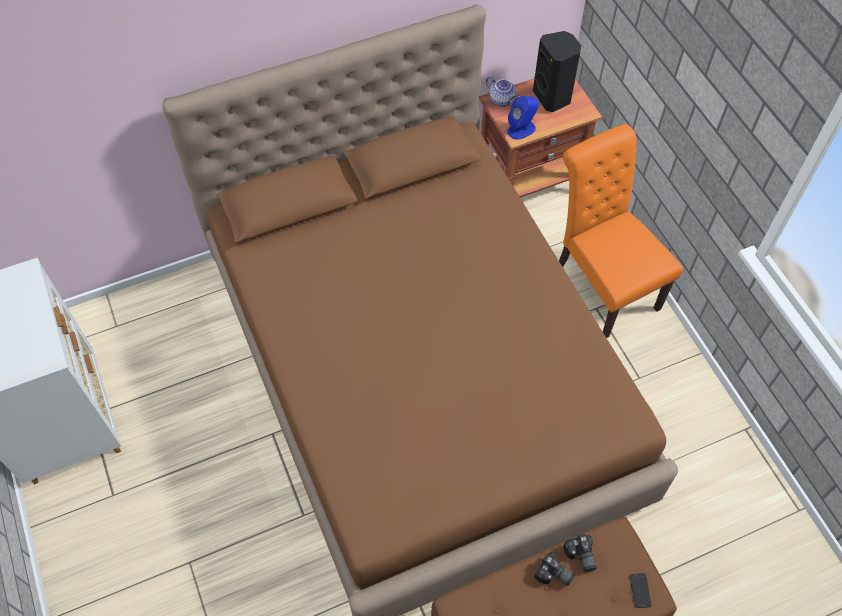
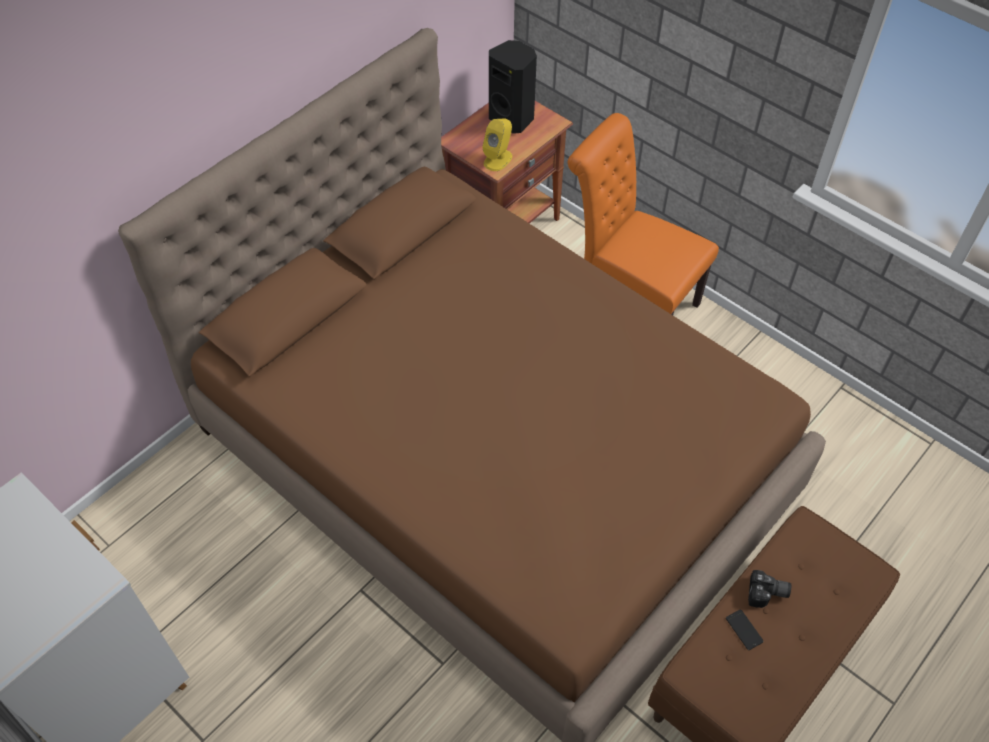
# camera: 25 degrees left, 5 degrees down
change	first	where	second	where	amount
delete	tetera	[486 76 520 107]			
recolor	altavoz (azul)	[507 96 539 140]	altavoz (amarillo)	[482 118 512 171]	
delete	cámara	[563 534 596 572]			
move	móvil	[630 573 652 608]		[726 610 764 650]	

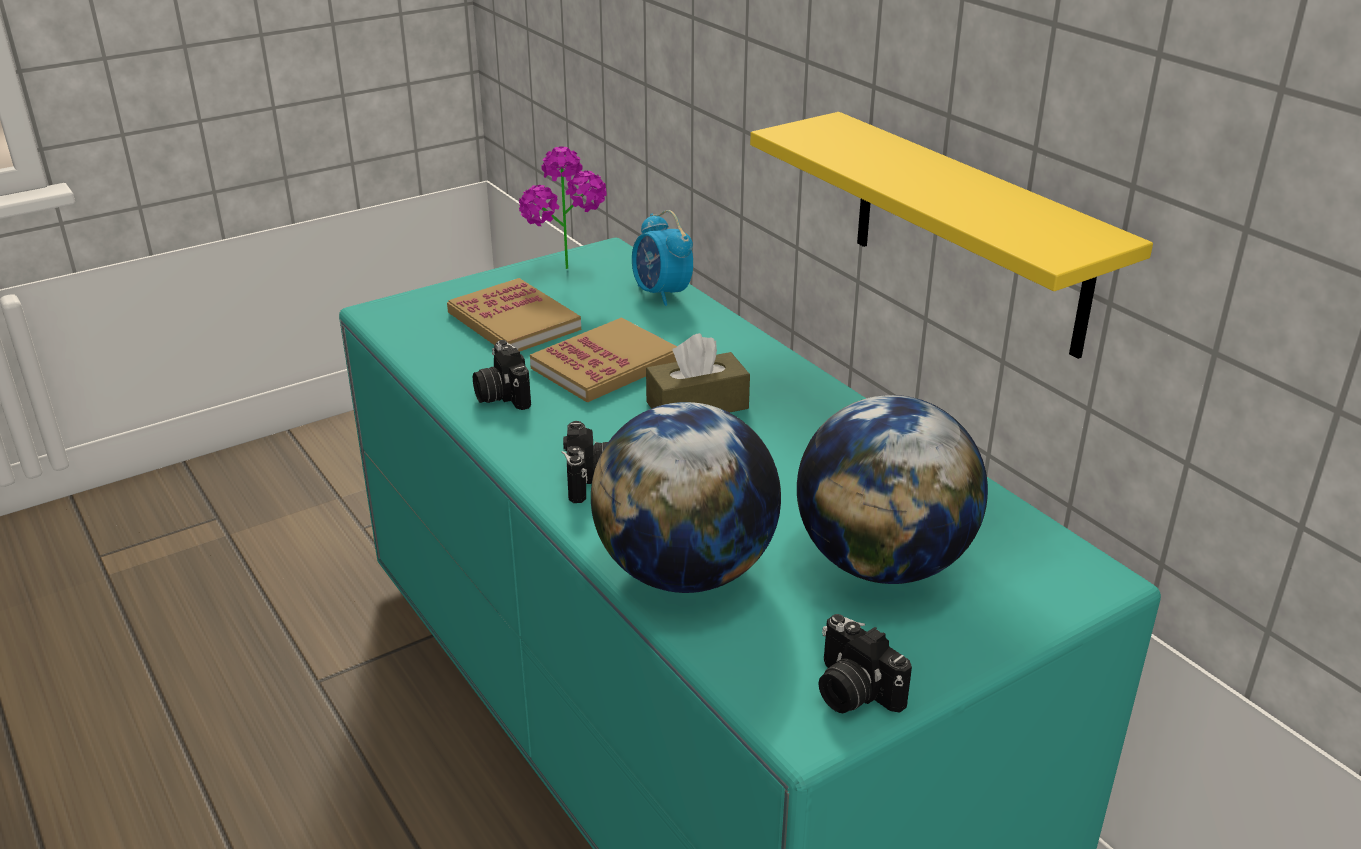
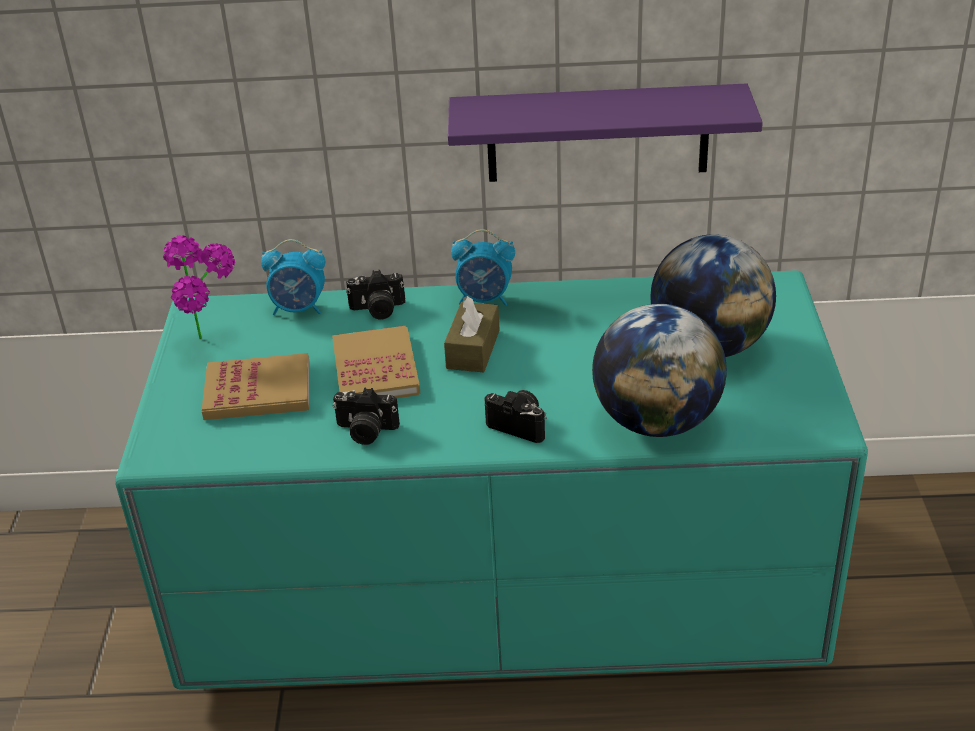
# camera: 55 degrees left, 5 degrees up
change	first	where	second	where	amount
recolor	estante (amarillo)	[750 112 1153 359]	estante (morado)	[448 84 763 182]	
move	cámara	[818 614 912 713]		[346 270 405 319]	
insert			despertador	[451 229 515 305]	

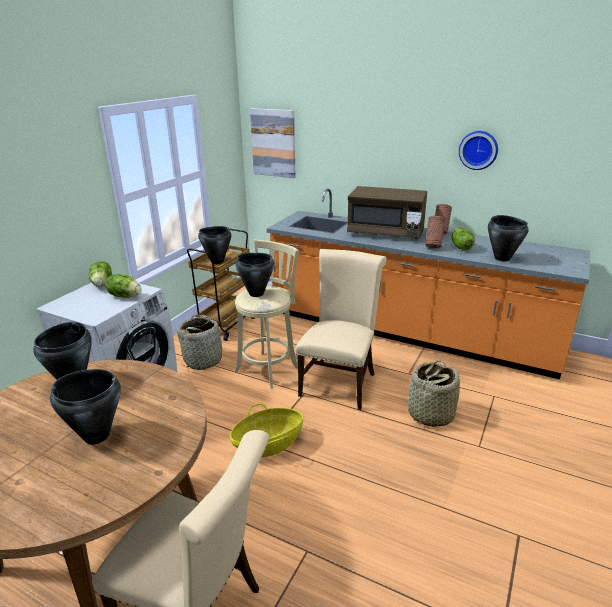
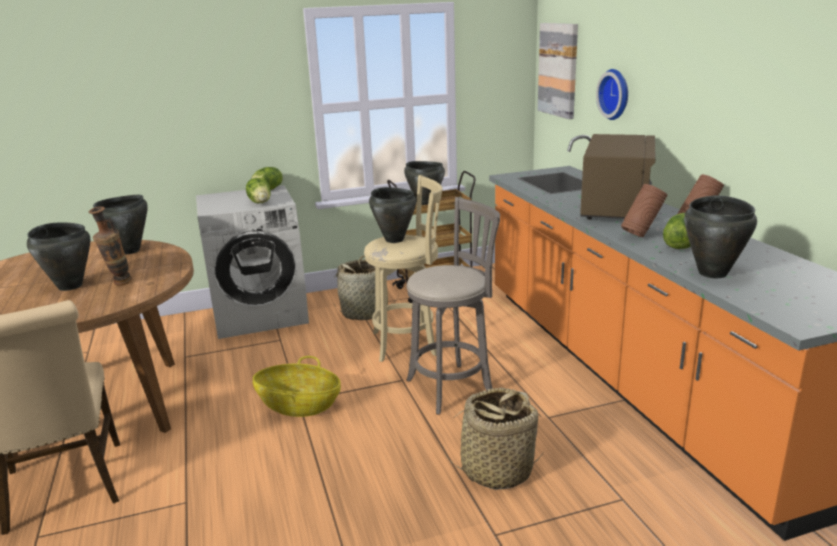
# camera: 45 degrees right, 5 degrees down
change	first	where	second	where	amount
replace	silla (beis)	[296 249 387 410]	taburete (gris)	[406 197 500 415]	
rotate	microondas (marrón)	[347 186 427 239]		[580 134 656 220]	135 degrees counterclockwise
move	reloj de pared	[459 131 498 170]		[596 69 628 120]	
insert			florero	[89 206 132 286]	

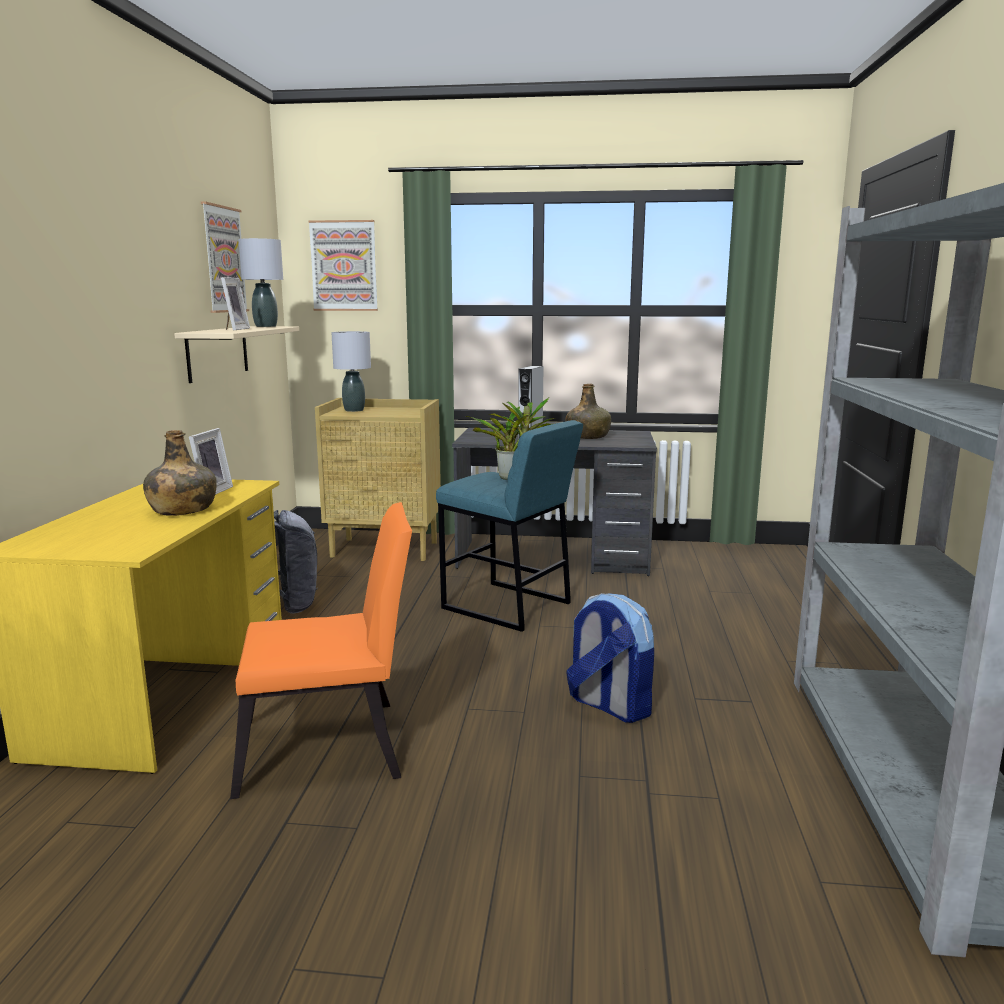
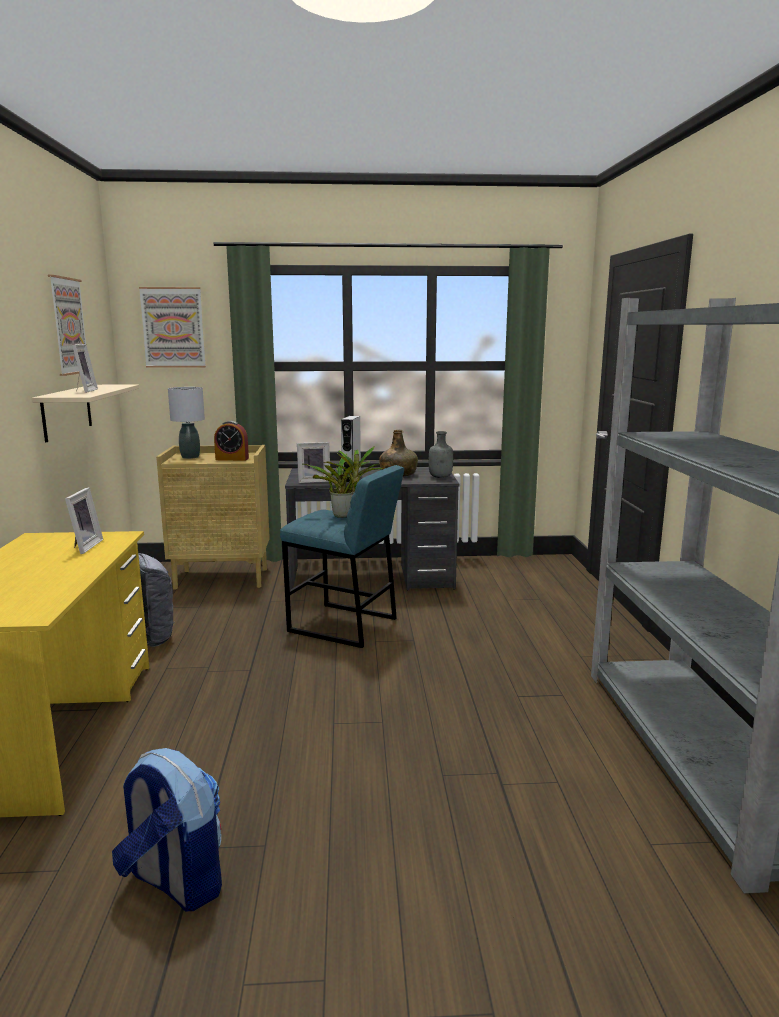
# camera: 10 degrees left, 0 degrees up
change	first	where	second	where	amount
delete	botella (verde)	[143 430 217 516]			
delete	silla (naranja)	[230 502 412 799]			
delete	lámpara de mesa (gris)	[238 238 283 327]			
move	mochila	[566 593 654 723]		[112 748 222 911]	
insert			despertador	[214 421 249 461]	
insert			portarretratos	[297 442 331 483]	
insert			botella (gris)	[429 431 453 478]	

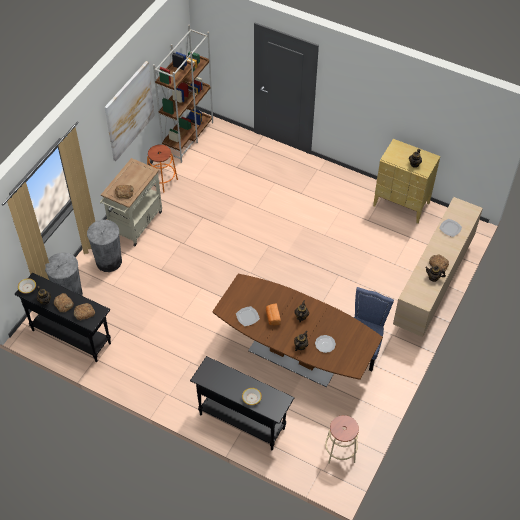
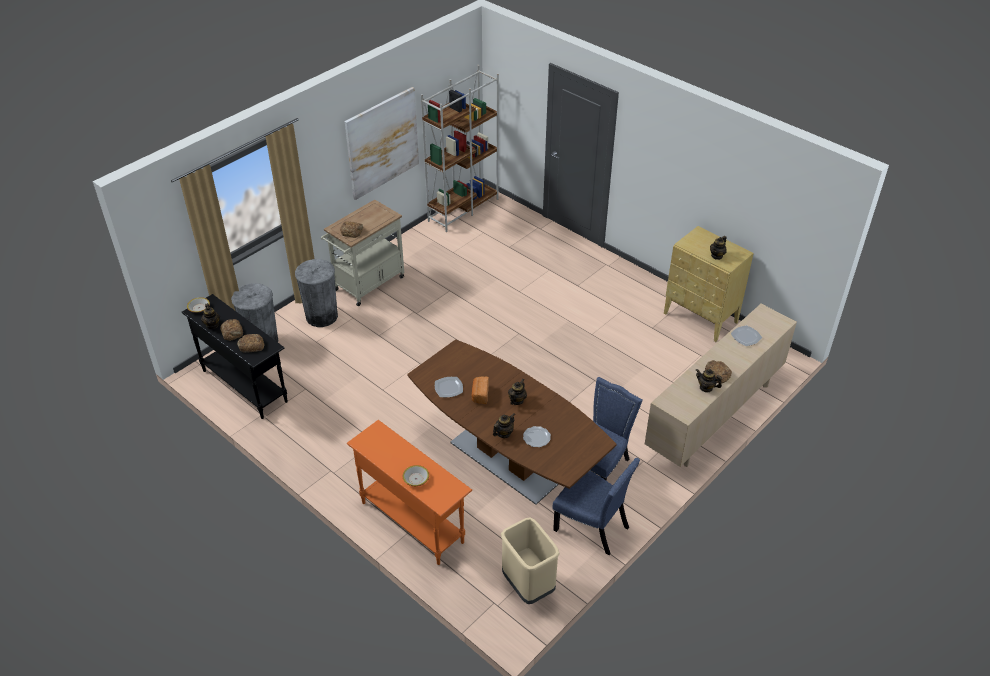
# camera: 15 degrees right, 10 degrees down
change	first	where	second	where	amount
delete	taburete (naranja)	[147 144 178 192]			
recolor	mesa consola (negro)	[190 356 294 450]	mesa consola (naranja)	[347 420 472 565]	
replace	taburete (beis)	[325 415 359 464]	papelera (beis)	[501 517 560 604]	
insert			silla (azul)	[552 458 640 555]	

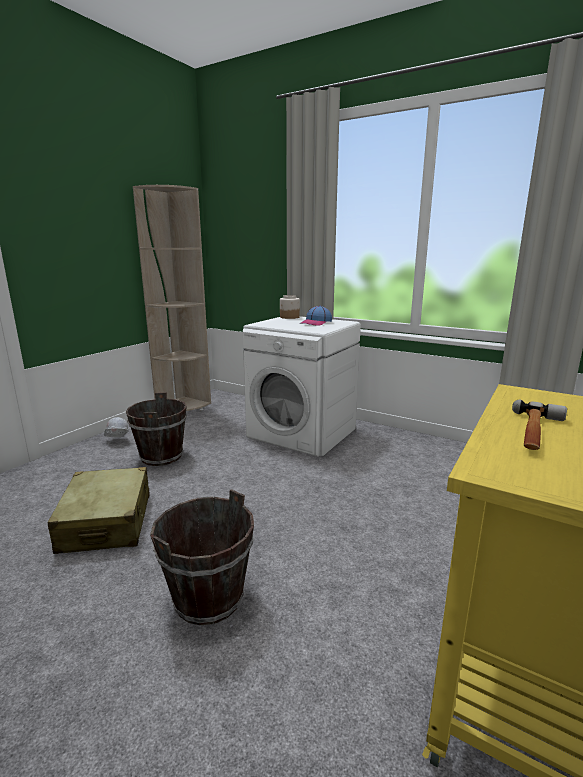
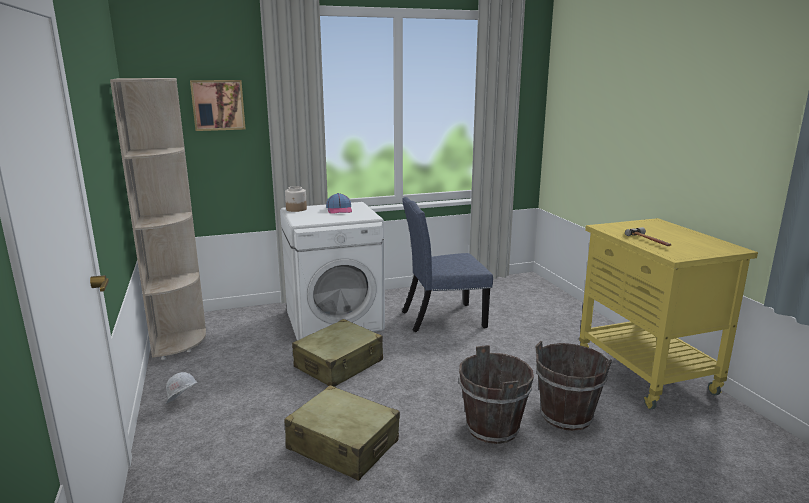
# camera: 50 degrees left, 0 degrees up
change	first	where	second	where	amount
move	cubo (marrón)	[126 392 187 466]		[535 341 612 431]	
insert			cuadro	[190 80 246 131]	
insert			maleta (beis)	[292 319 383 387]	
insert			silla (azul)	[402 197 493 332]	

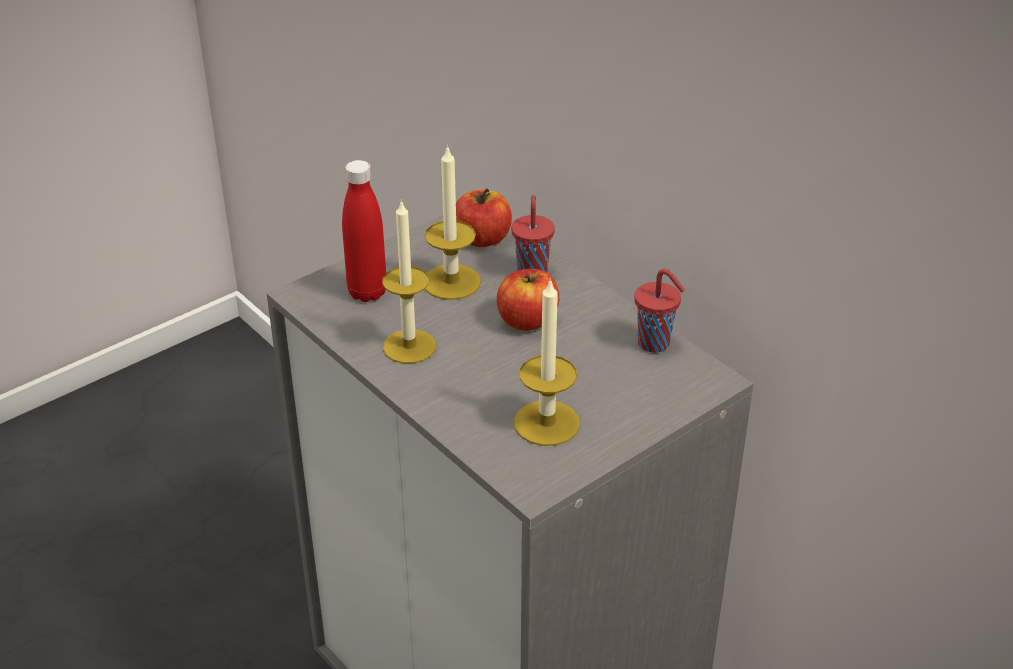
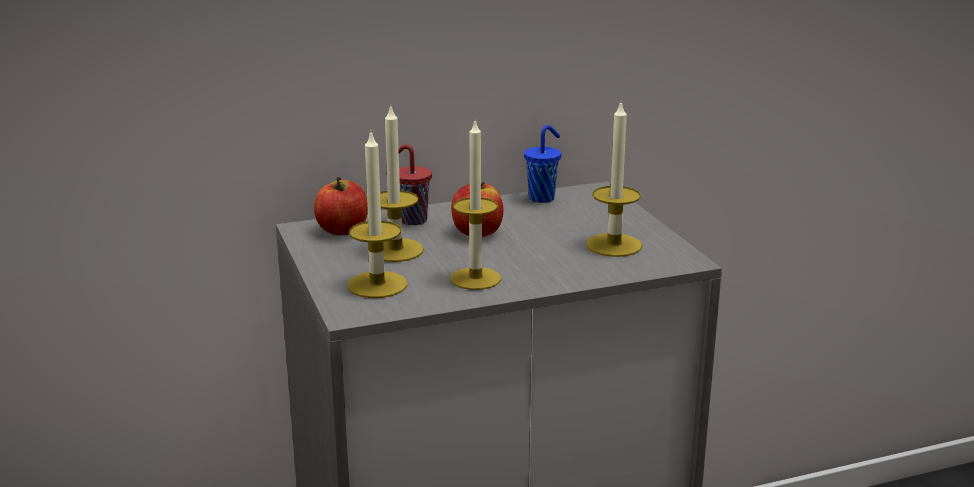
# camera: 70 degrees left, 15 degrees down
change	first	where	second	where	amount
replace	botella (rojo)	[342 160 386 302]	vela	[347 129 407 298]	
recolor	taza (rojo)	[635 269 685 353]	taza (azul)	[524 125 561 203]	

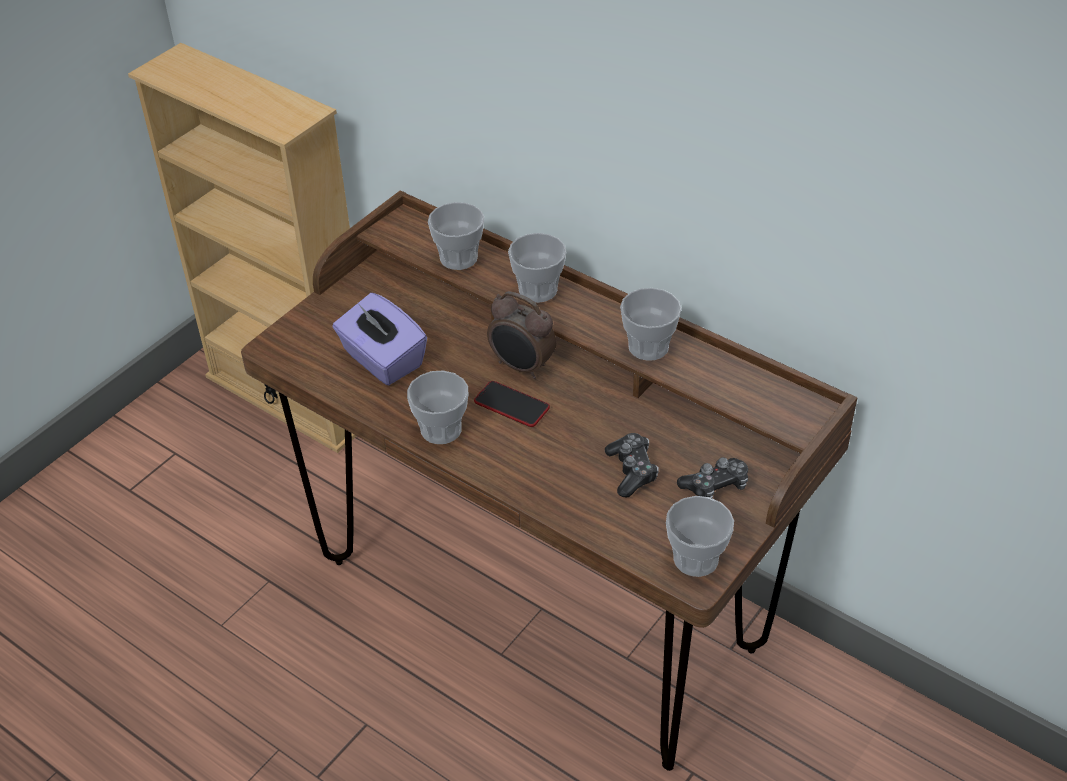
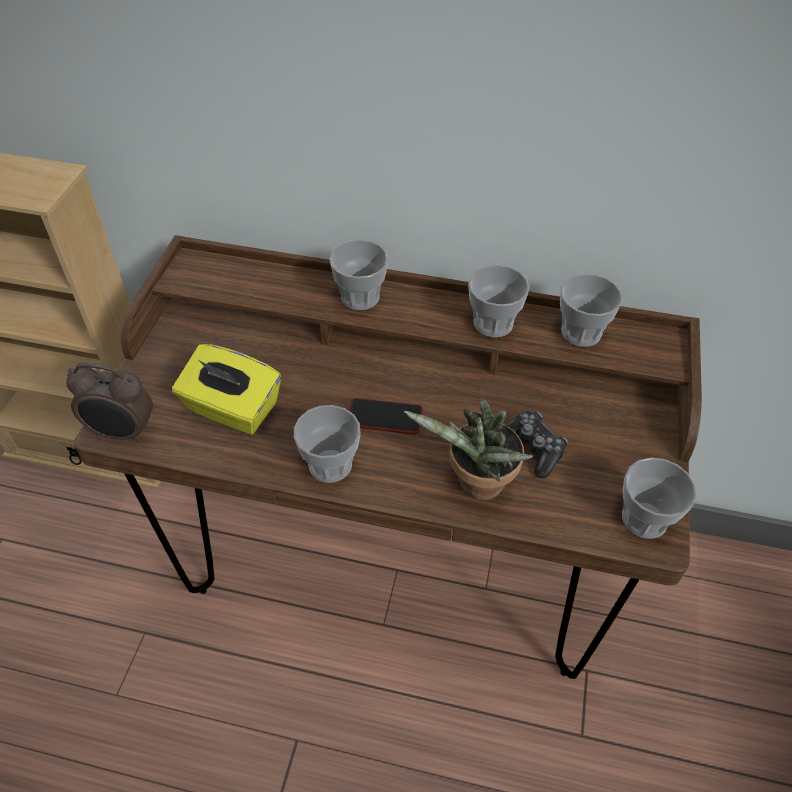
# camera: 25 degrees left, 5 degrees up
change	first	where	second	where	amount
recolor	caja de pañuelos (morado)	[333 293 427 385]	caja de pañuelos (amarillo)	[172 344 281 435]	
move	taza	[428 202 484 270]		[560 274 623 347]	
move	despertador	[487 291 556 379]		[66 362 153 443]	
delete	mando de consola	[677 457 748 498]			
insert			planta en maceta	[404 398 533 501]	

